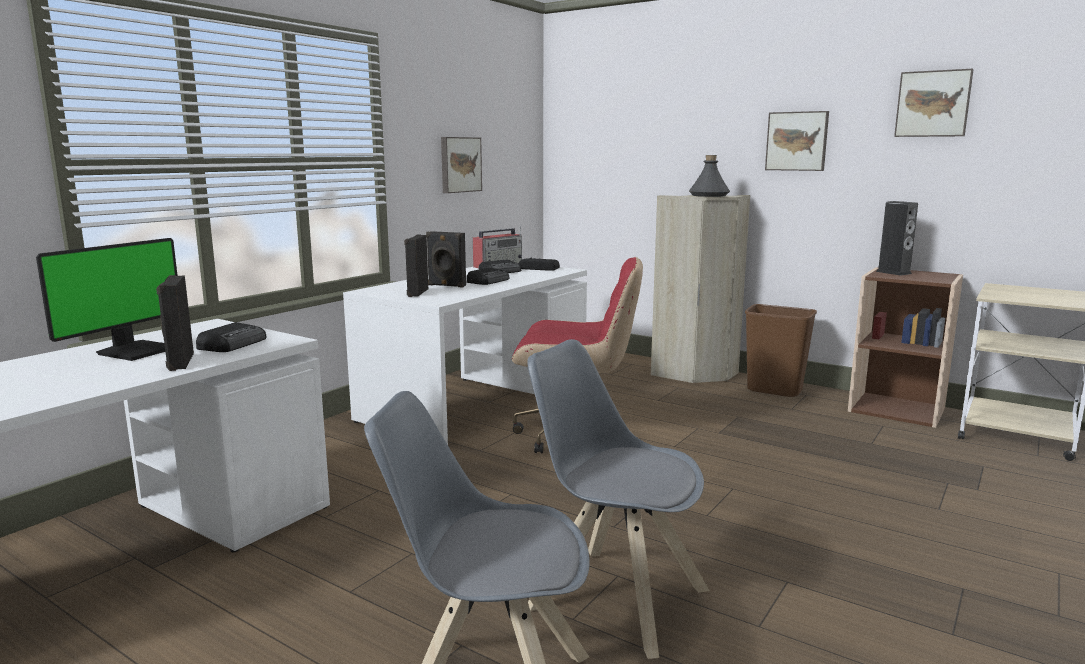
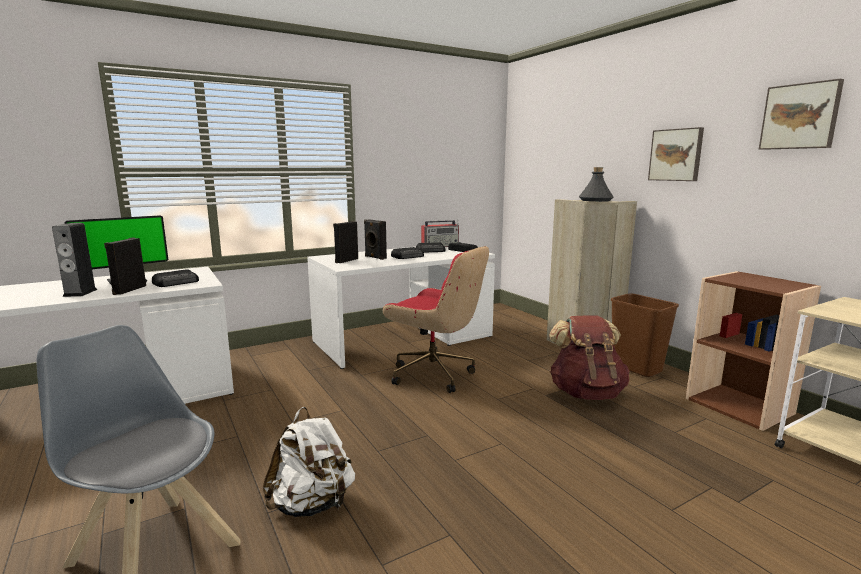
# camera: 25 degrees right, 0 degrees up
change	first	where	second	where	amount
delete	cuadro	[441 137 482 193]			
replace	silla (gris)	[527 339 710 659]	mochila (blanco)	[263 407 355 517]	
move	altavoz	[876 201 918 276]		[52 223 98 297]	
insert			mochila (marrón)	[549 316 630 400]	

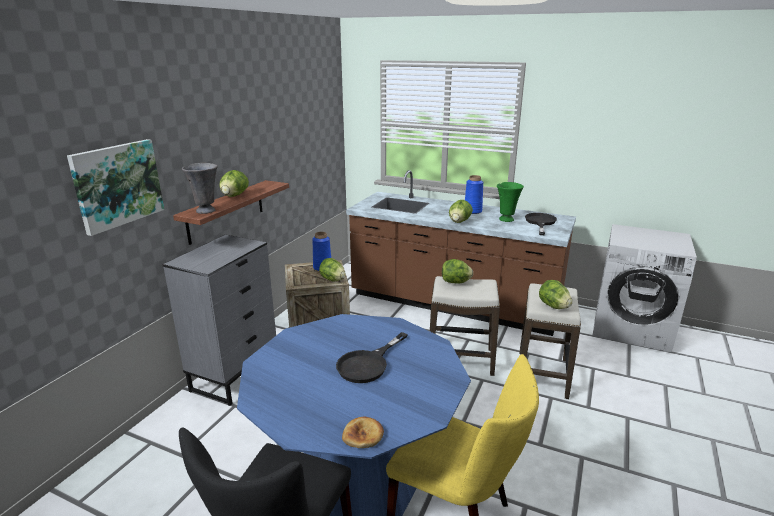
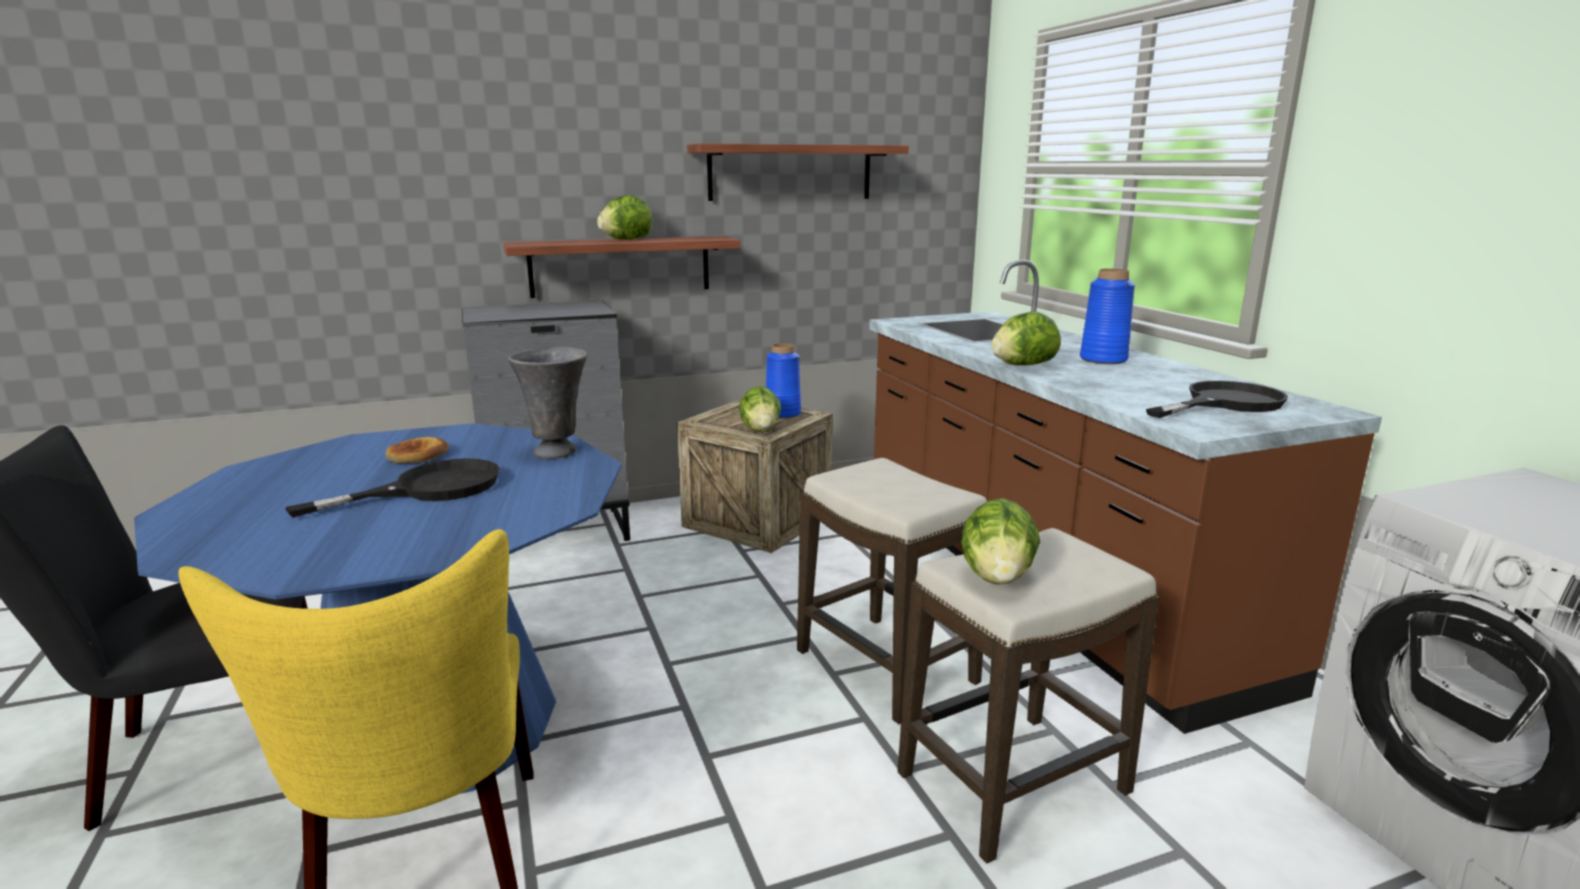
# camera: 45 degrees right, 5 degrees down
change	first	where	second	where	amount
delete	cuadro	[67 139 164 236]			
move	florero (gris)	[182 163 218 214]		[508 347 587 459]	
rotate	sartén (negro)	[336 332 408 383]		[286 458 500 518]	150 degrees clockwise
move	pan	[342 417 384 448]		[385 437 449 463]	
delete	lechuga	[442 259 473 283]			
delete	florero (verde)	[497 182 524 222]			
insert			estante	[687 143 909 201]	

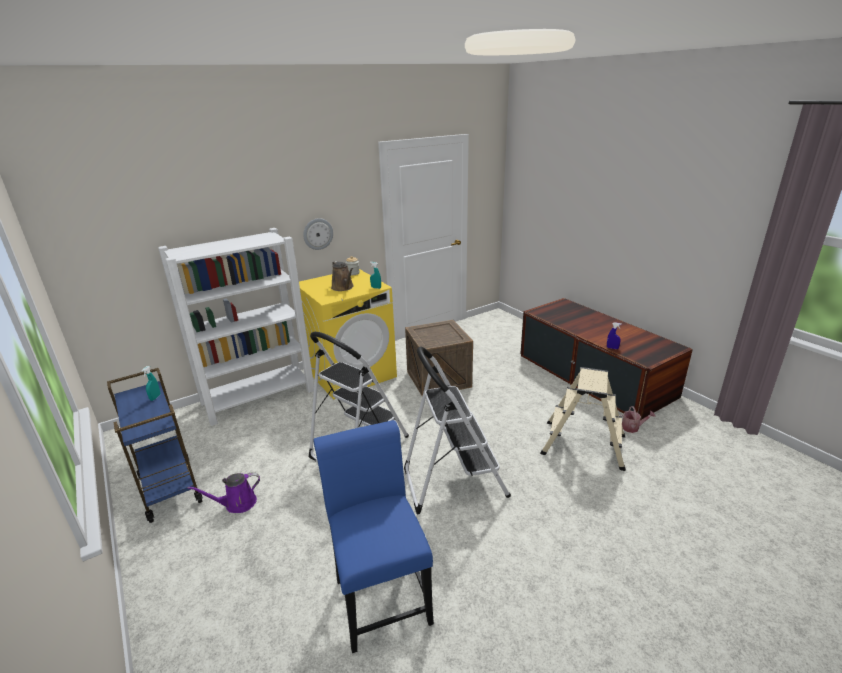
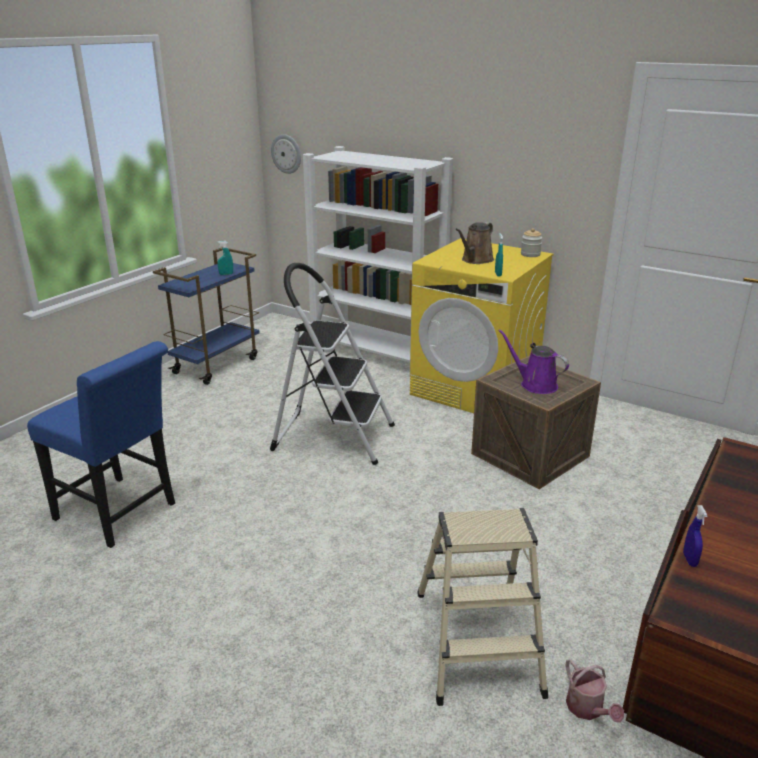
# camera: 65 degrees right, 0 degrees up
change	first	where	second	where	amount
move	regadera (morado)	[188 472 260 513]		[499 330 569 394]	
move	reloj de pared	[303 218 333 250]		[271 134 301 174]	
rotate	silla (azul)	[314 420 434 653]		[27 341 175 548]	75 degrees clockwise
delete	escalera de tijera	[404 347 511 514]			

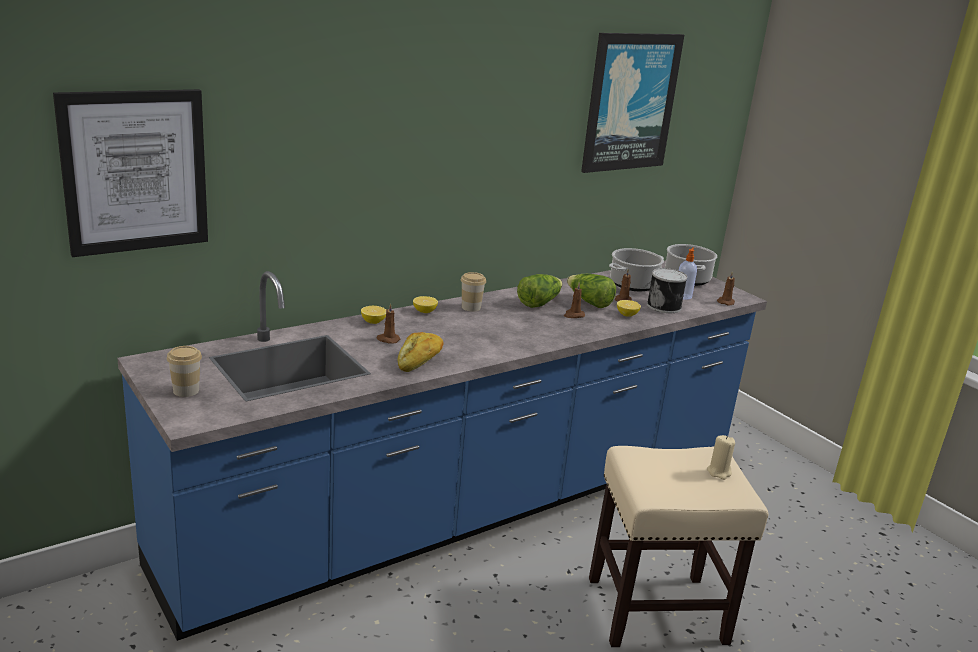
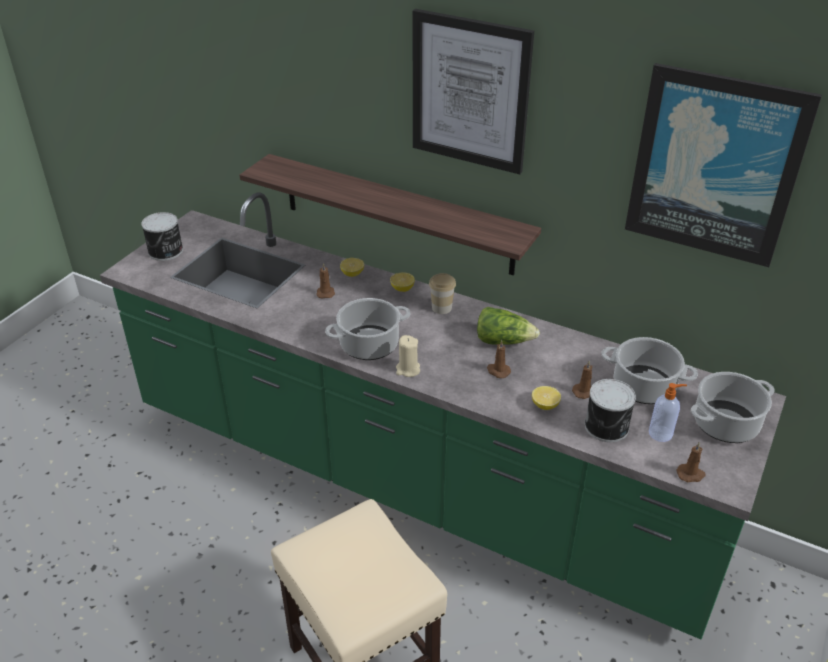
# camera: 65 degrees right, 15 degrees up
change	first	where	second	where	amount
move	cuadro	[53 89 208 257]		[413 9 534 174]	
recolor	mueble bajo de cocina (azul)	[117 260 767 641]	mueble bajo de cocina (verde)	[100 192 786 639]	
replace	taza	[167 346 202 397]	lata	[141 212 183 261]	
delete	pan	[397 332 444 372]			
delete	lechuga	[567 274 616 308]			
move	vela (beis)	[707 435 735 480]		[396 335 420 377]	
insert			estante	[240 154 541 276]	
insert			olla	[325 298 411 360]	

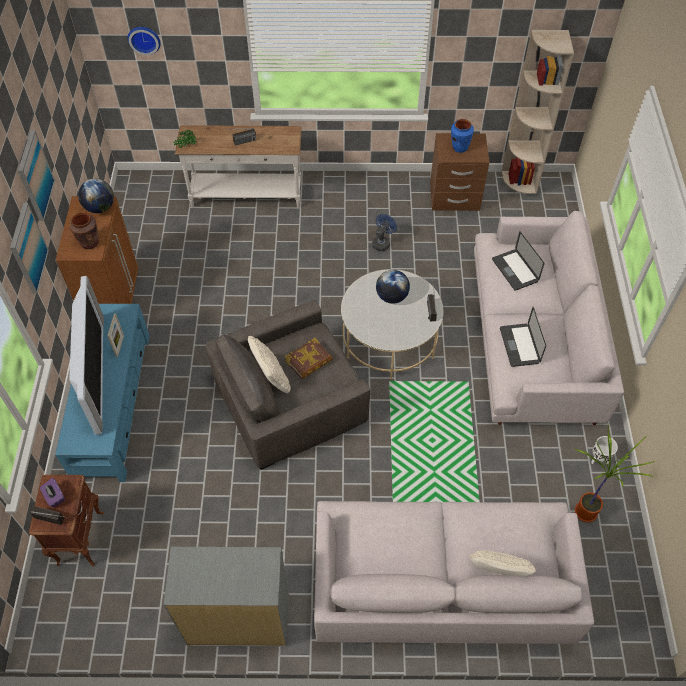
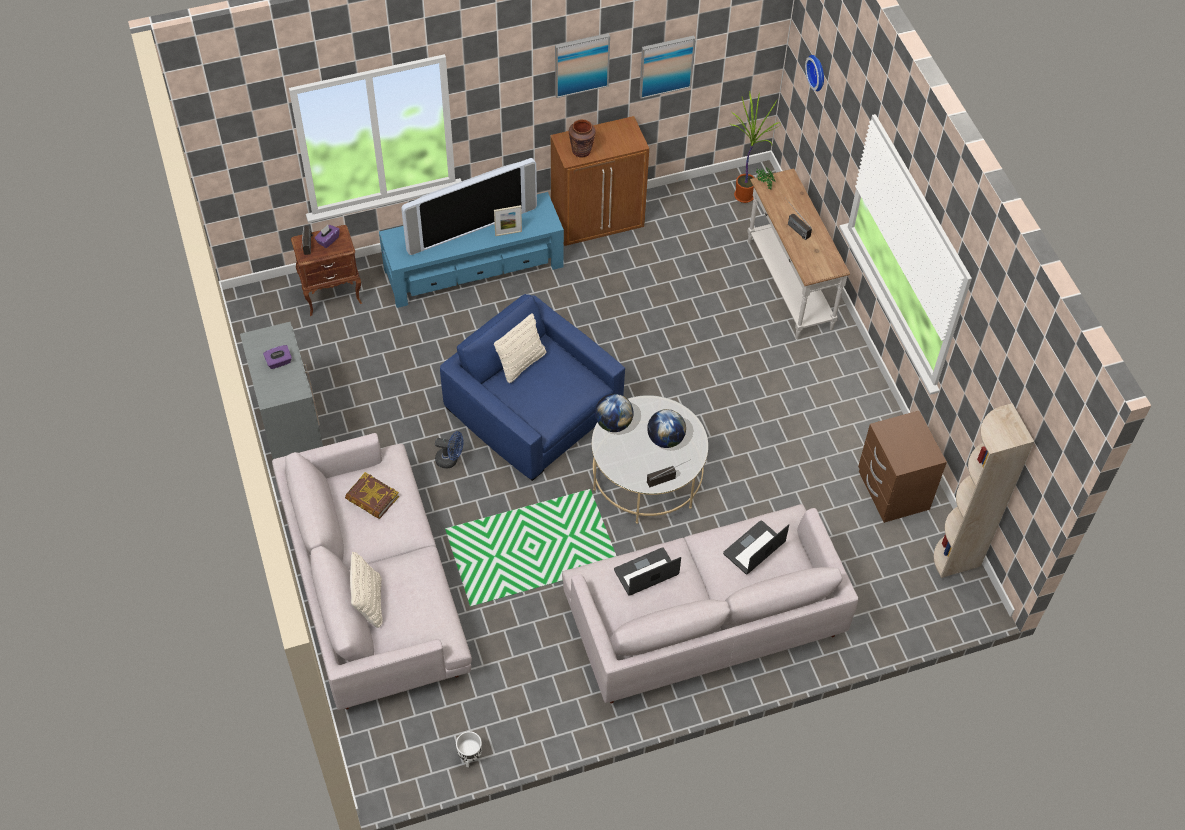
# camera: 70 degrees right, 0 degrees up
change	first	where	second	where	amount
move	cuadro	[10 203 49 294]		[639 36 695 99]	
move	globo terráqueo	[78 178 114 213]		[595 394 634 432]	
recolor	sillón (gris)	[206 300 370 470]	sillón (azul)	[440 294 625 481]	
move	libro	[285 338 332 379]		[345 472 399 519]	
move	ventilador (azul)	[372 214 397 251]		[435 431 464 469]	
delete	florero (azul)	[451 119 474 153]			
move	planta en maceta	[575 426 655 522]		[730 92 780 203]	
move	maceta (blanco)	[591 436 618 464]		[456 731 482 767]	
insert			caja de pañuelos (morado)	[263 345 292 369]	

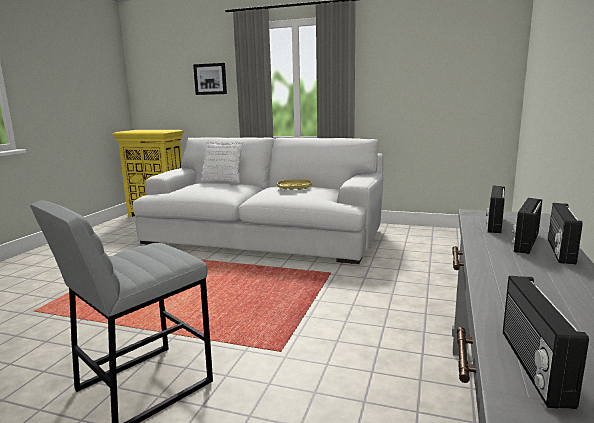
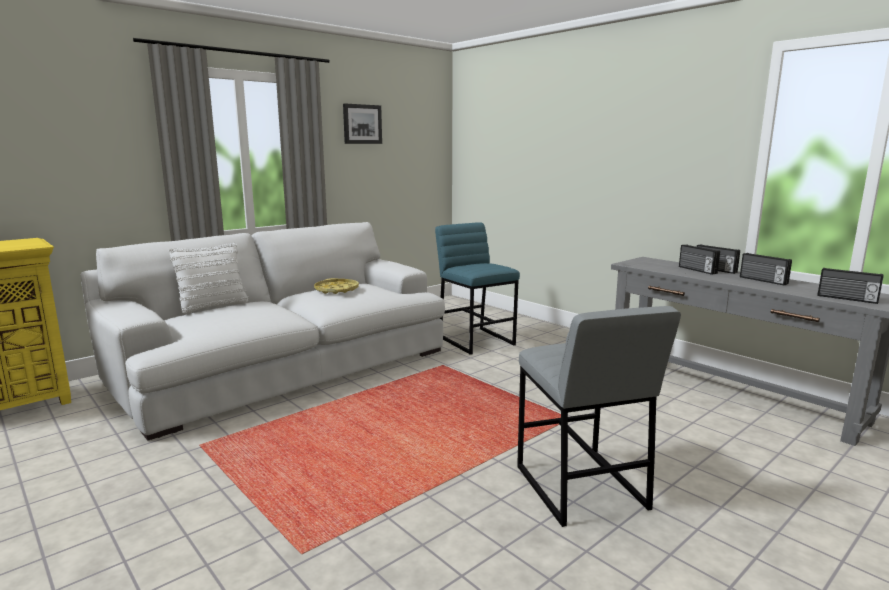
# camera: 60 degrees left, 0 degrees up
change	first	where	second	where	amount
move	cuadro	[193 63 227 95]		[343 103 382 144]	
move	radio	[486 185 505 233]		[740 253 792 285]	
insert			taburete (azul)	[435 222 520 355]	

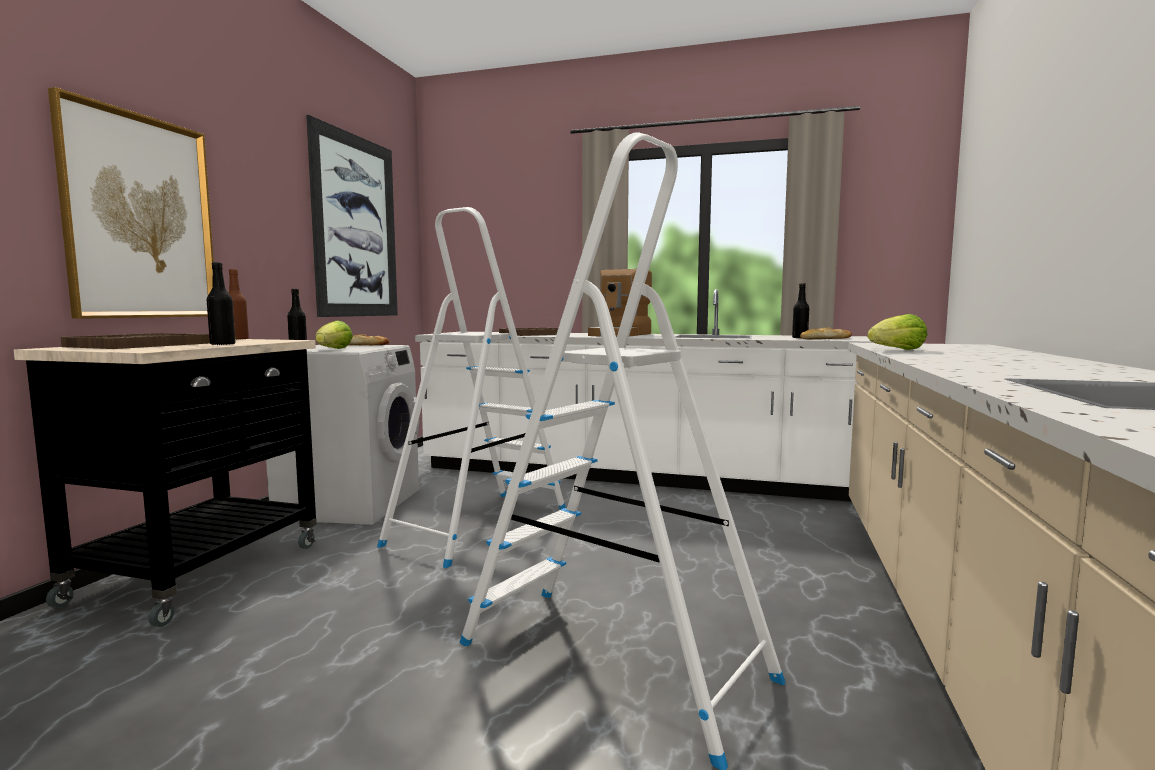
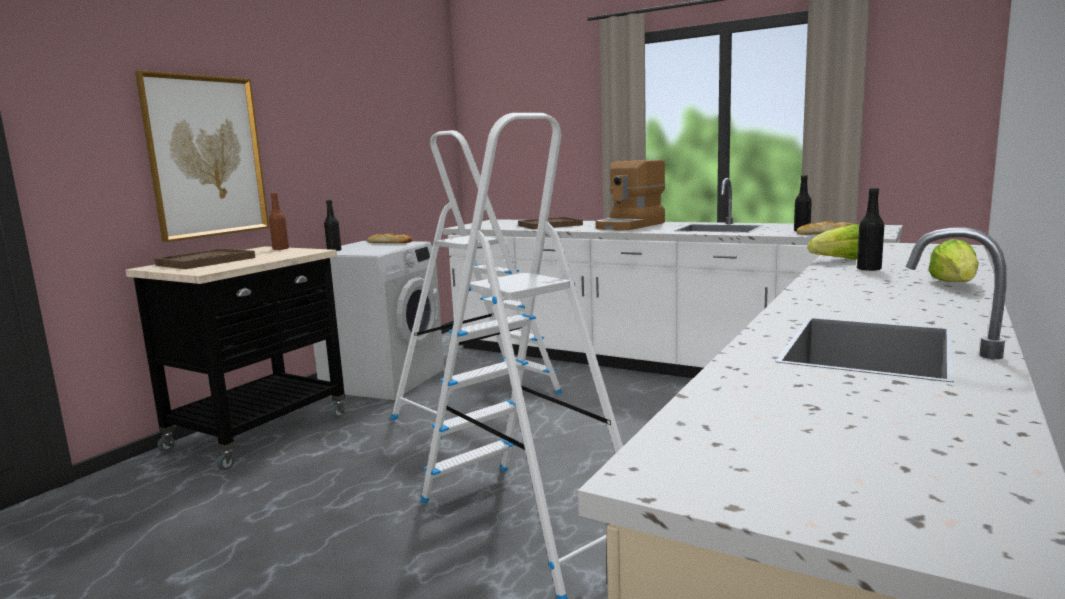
# camera: 15 degrees right, 5 degrees up
change	first	where	second	where	amount
move	botella (negro)	[207 262 236 345]		[857 188 884 271]	
delete	cuadro	[306 115 398 317]			
move	lechuga	[316 321 353 349]		[928 239 979 282]	

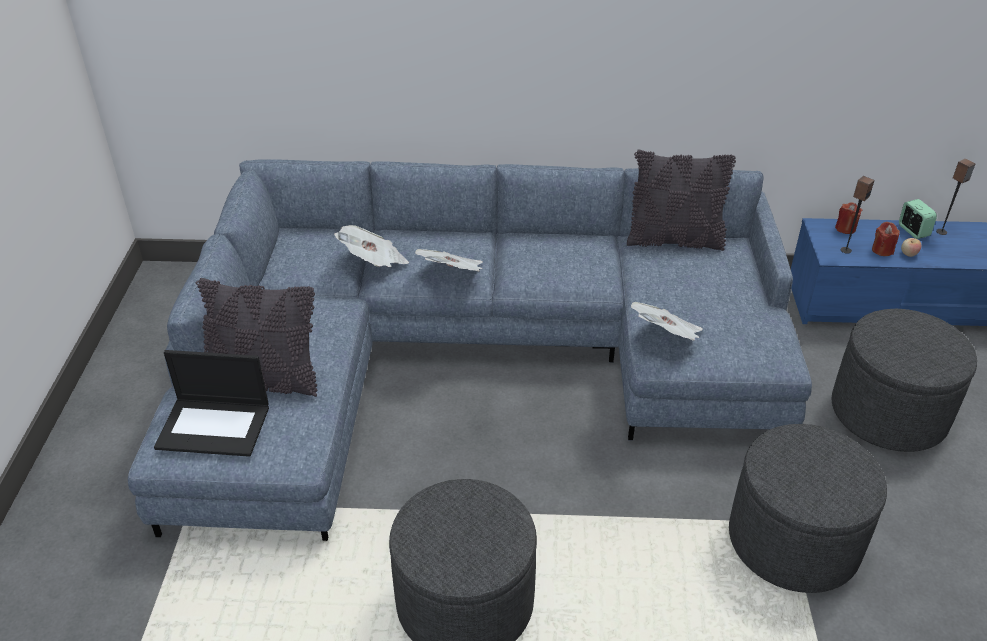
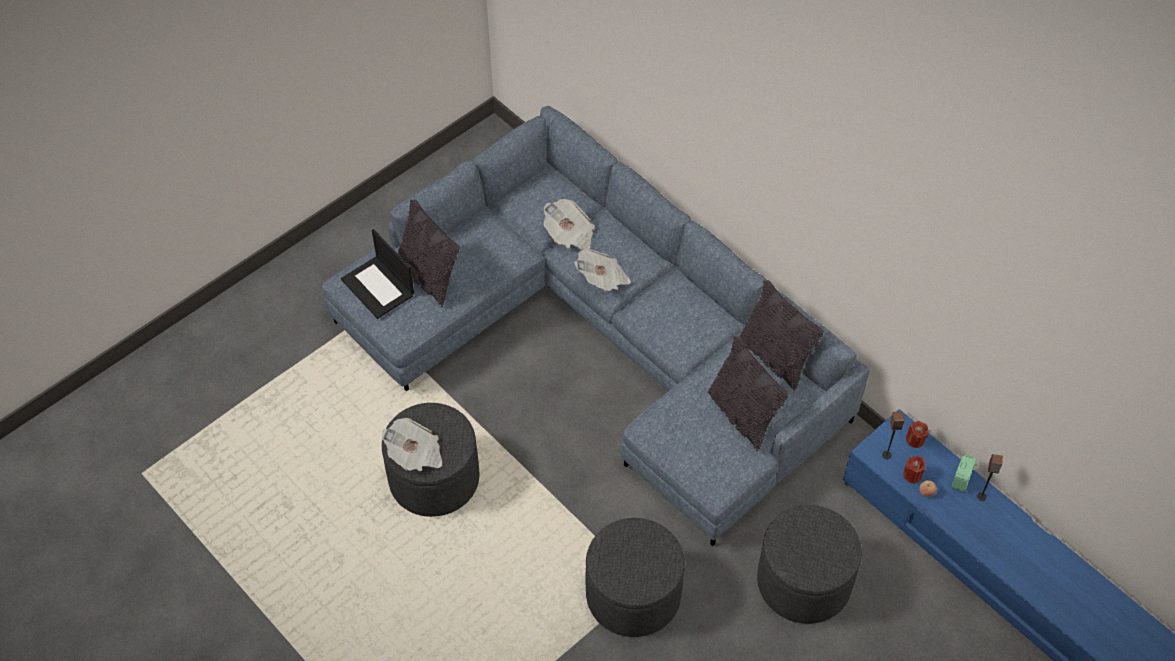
# camera: 45 degrees right, 15 degrees up
change	first	where	second	where	amount
move	periódico	[631 302 703 341]		[382 418 442 471]	
insert			cojín (negro)	[708 336 789 451]	

